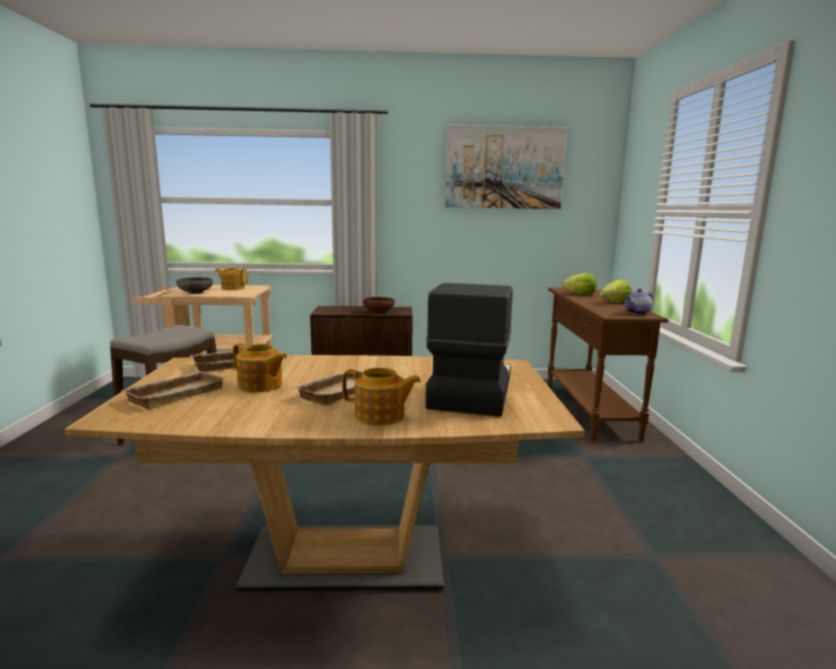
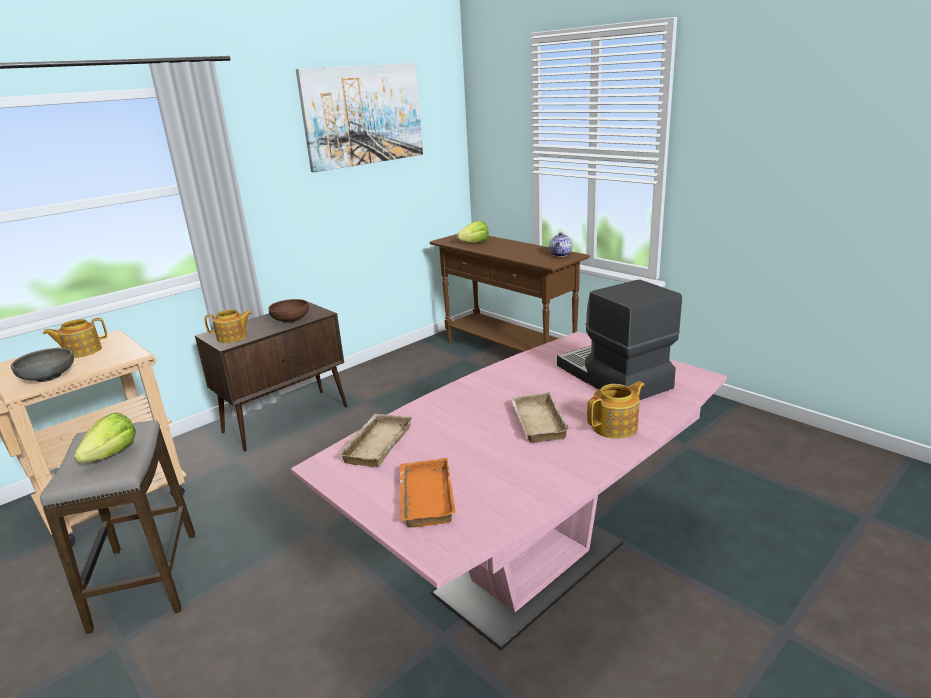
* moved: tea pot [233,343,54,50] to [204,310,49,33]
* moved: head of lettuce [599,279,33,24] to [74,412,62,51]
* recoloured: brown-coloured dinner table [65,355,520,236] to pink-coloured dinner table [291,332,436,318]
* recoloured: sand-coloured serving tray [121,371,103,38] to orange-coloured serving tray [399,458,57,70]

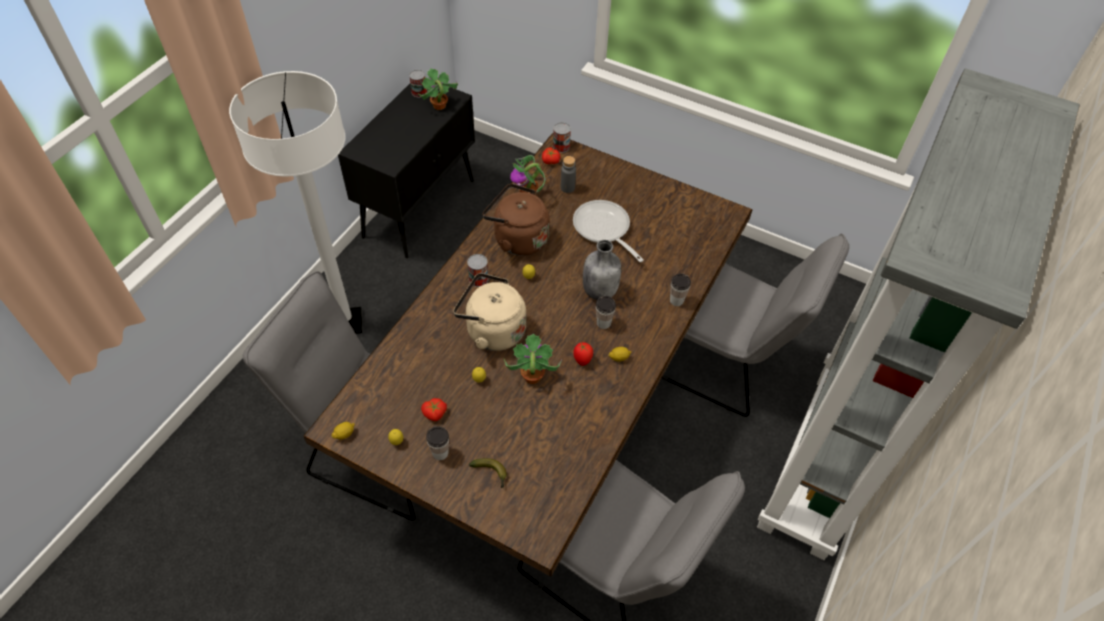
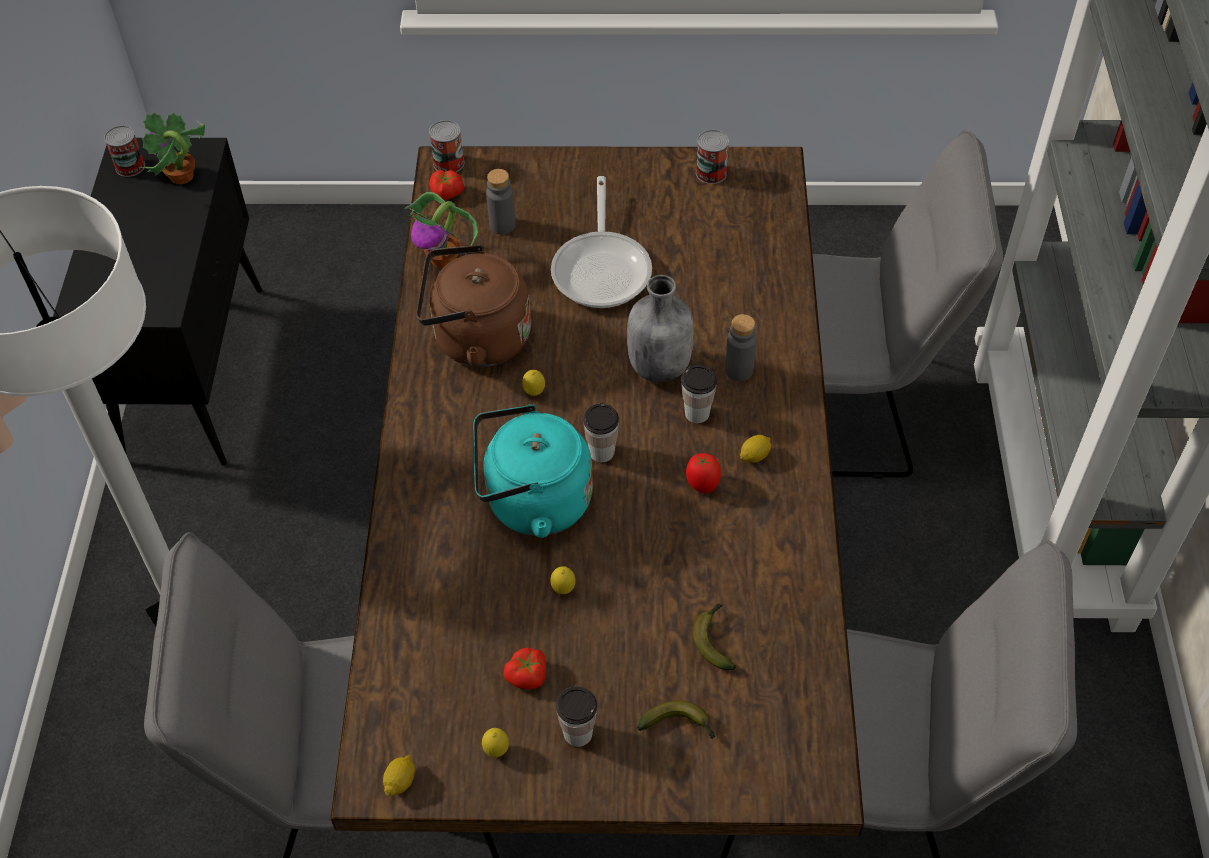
* removed: potted plant [504,334,58,50]
* added: whole banana [693,604,43,66]
* added: gray beverage bottle [725,314,32,67]
* moved: can [467,254,22,33] to [696,130,33,54]
* moved: drinking cup [670,273,21,33] to [584,403,35,59]
* recoloured: sand-coloured water kettle [453,273,73,78] to blue-green water kettle [473,404,120,134]
* turned: pan [573,200,71,62] = [551,176,101,132] 120 degrees counterclockwise

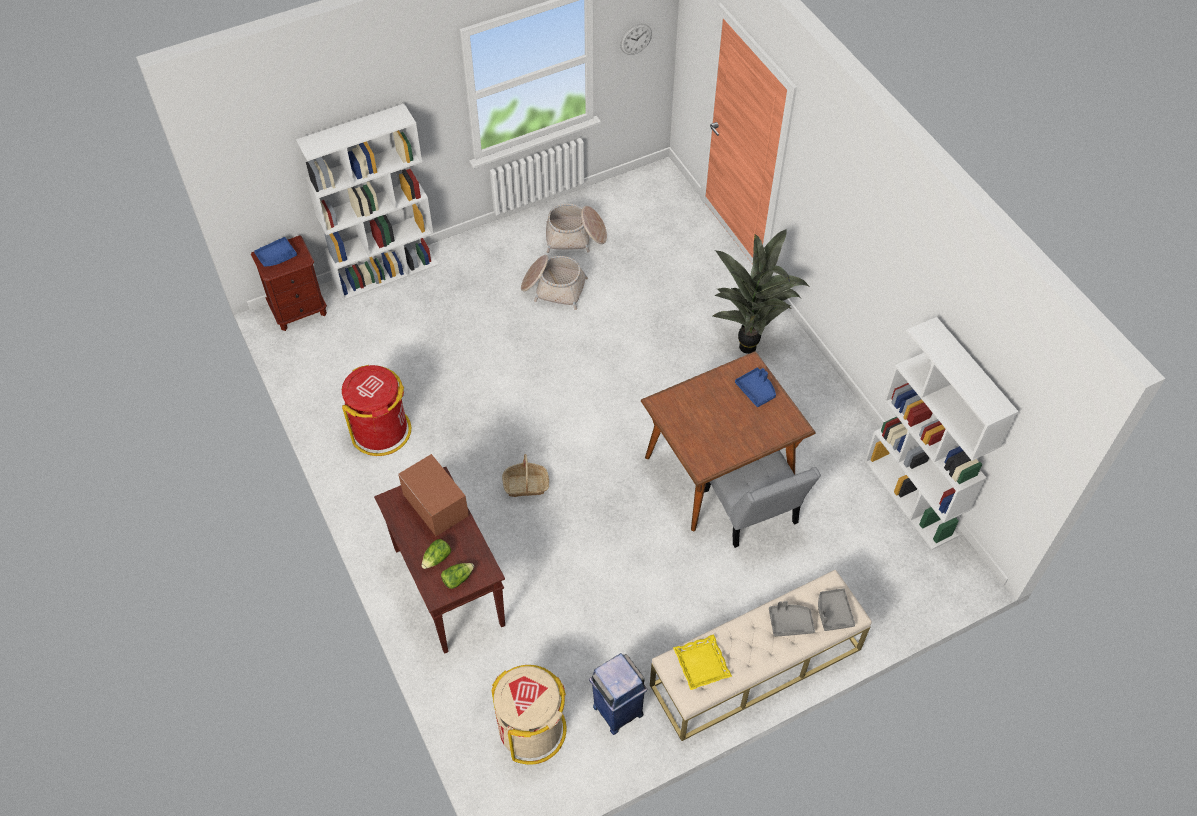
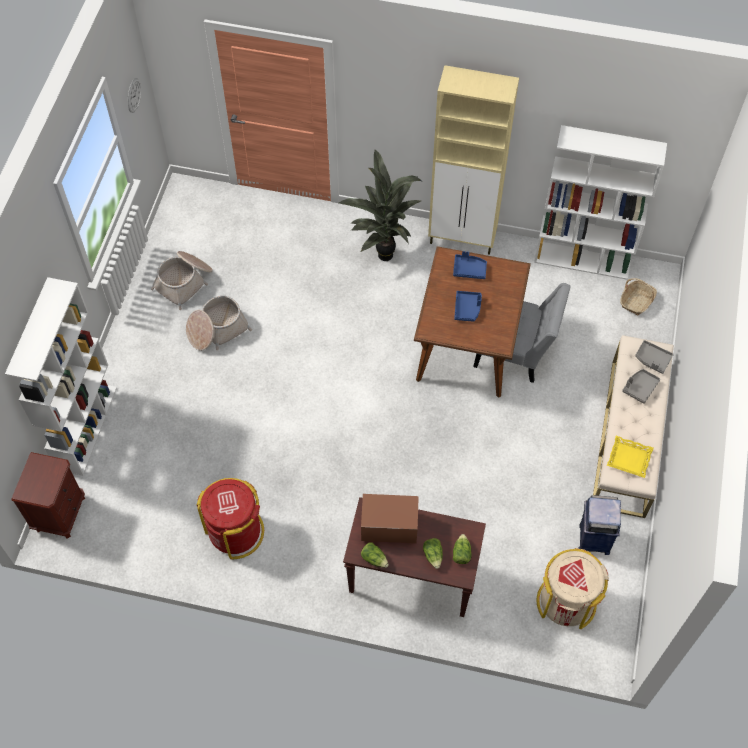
* added: head of lettuce [361,542,28,26]
* added: sand-coloured storage cabinet [428,65,91,190]
* moved: bluish serving tray [254,237,43,30] to [454,291,28,31]
* moved: household basket [502,454,47,43] to [620,278,37,37]

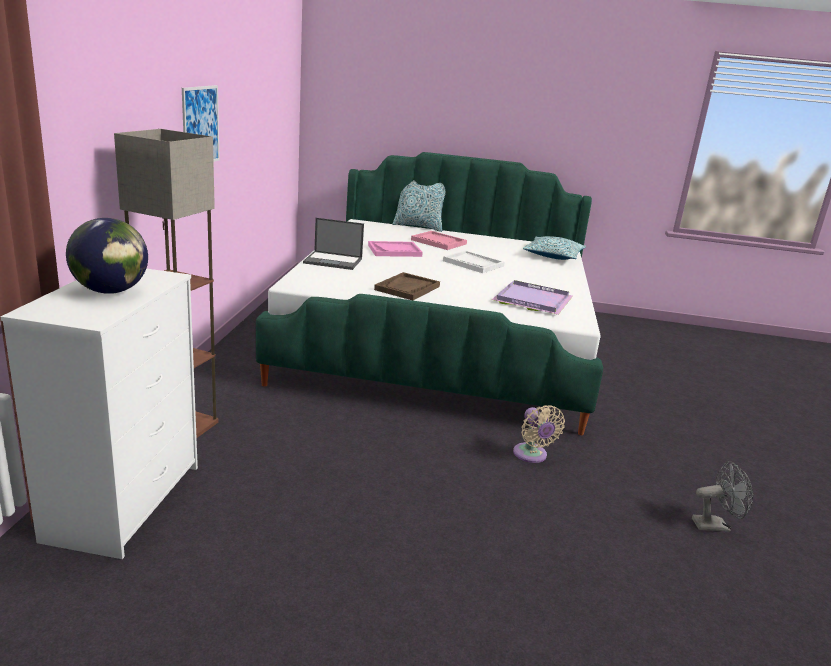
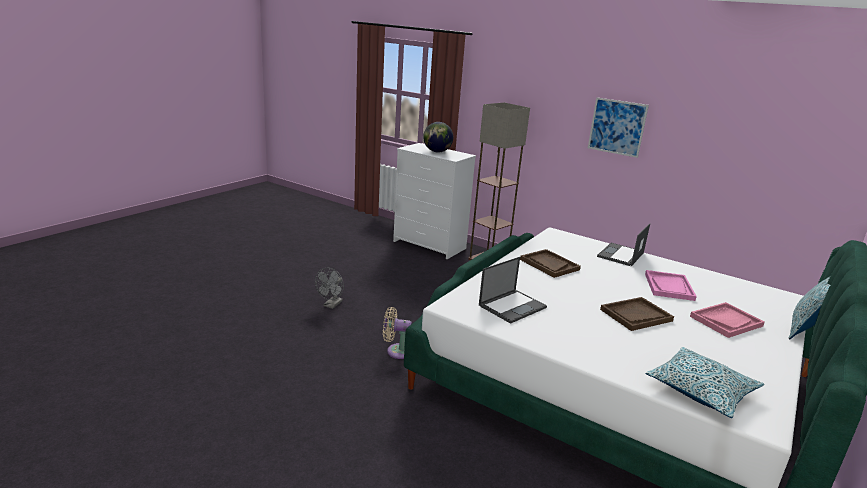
* moved: gray electric fan [692,461,61,71] to [315,268,29,41]
* replaced: purple-coloured serving tray [492,280,81,35] to portable computer [479,257,68,67]
* recoloured: white serving tray [443,250,62,23] to brown-coloured serving tray [600,297,74,34]

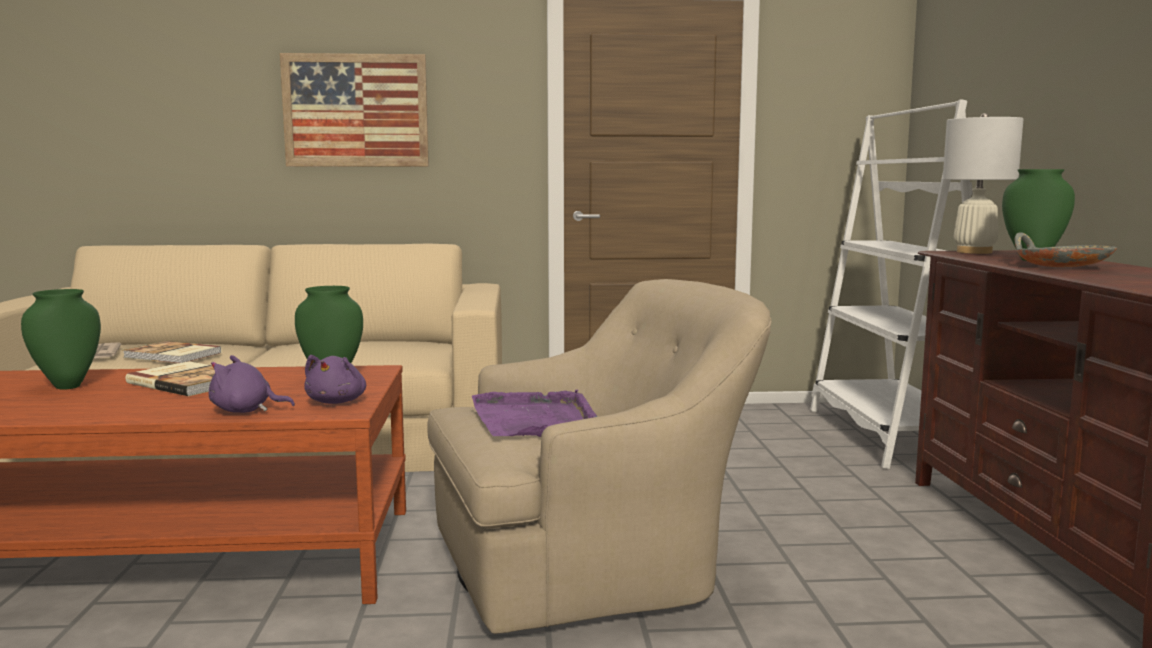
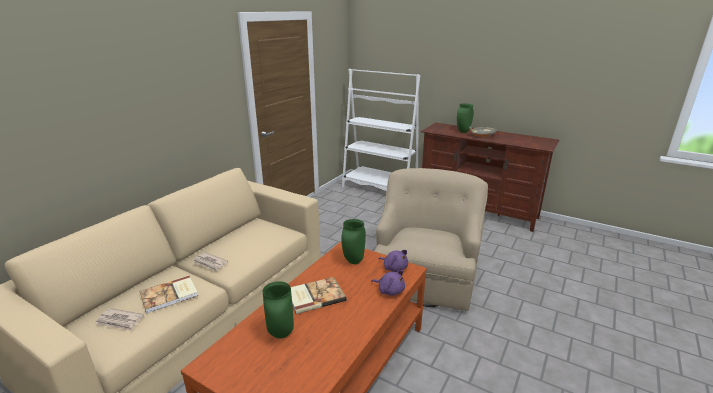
* removed: wall art [280,53,149,114]
* removed: purple-coloured serving tray [472,390,125,47]
* removed: white table lamp [943,113,80,141]
* added: daily paper [193,252,35,20]
* turned: purple-coloured plush toy [209,355,86,58] = [371,270,34,25] 90 degrees counterclockwise

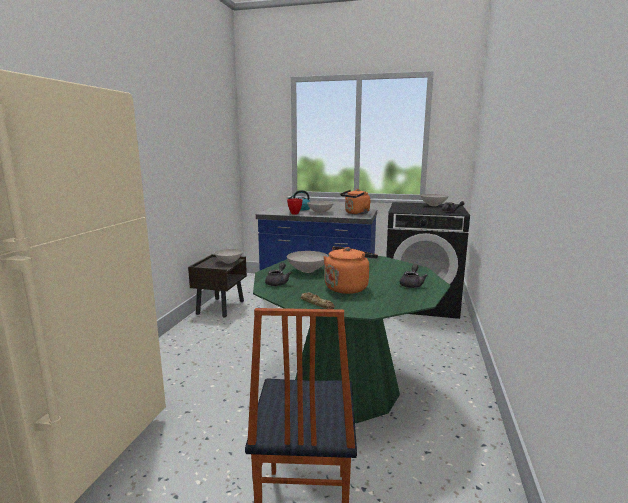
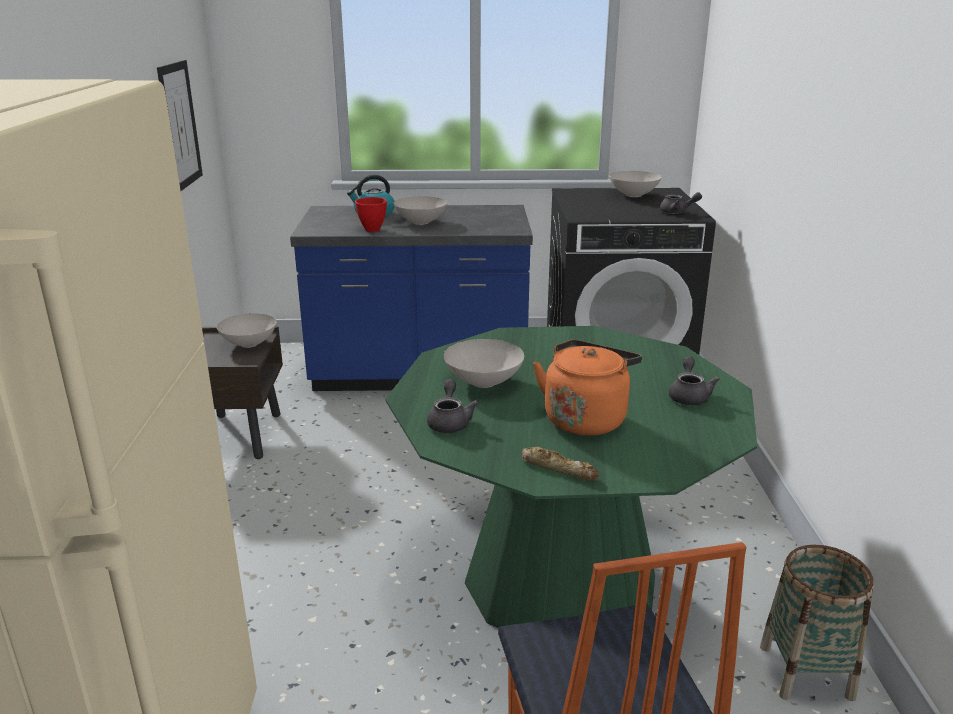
* removed: orange-coloured water kettle [340,189,31,26]
* added: wall art [157,60,46,131]
* added: household basket [760,545,114,156]

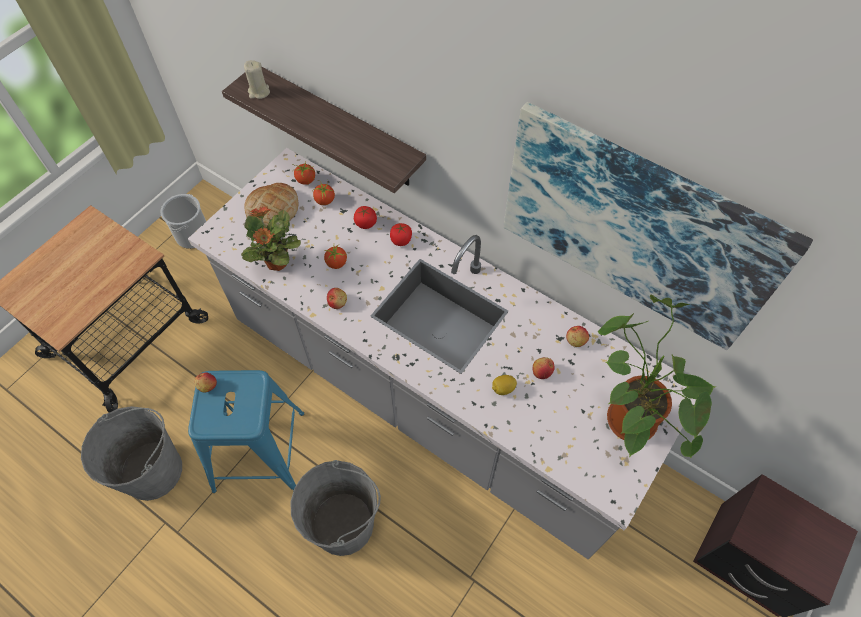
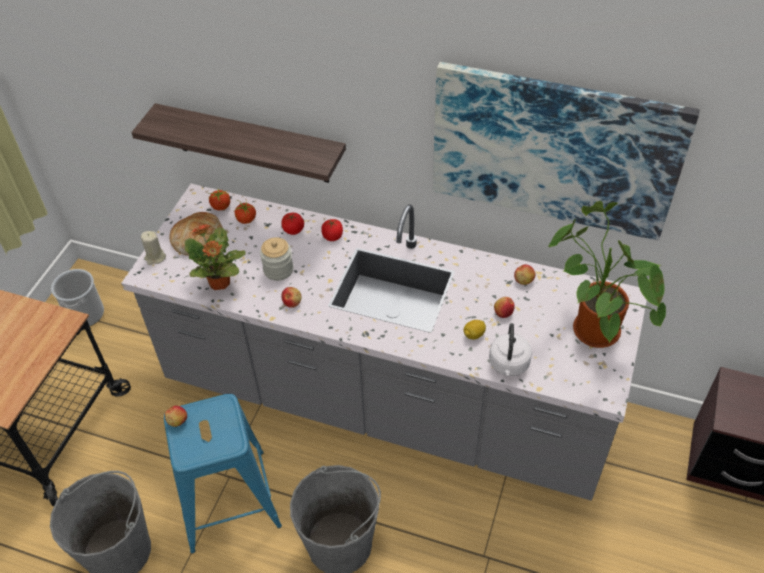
* added: white water kettle [489,323,43,53]
* moved: sand-coloured wax candle [244,60,26,39] to [141,231,25,34]
* replaced: tomato [324,245,23,24] to jar [260,237,34,44]

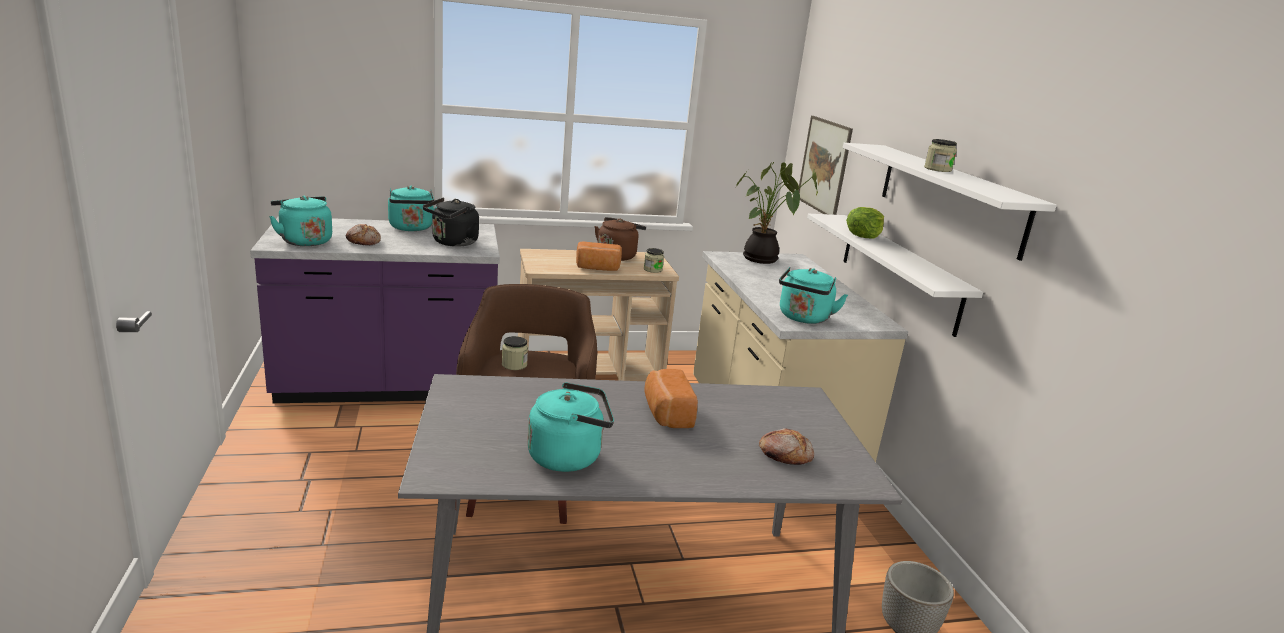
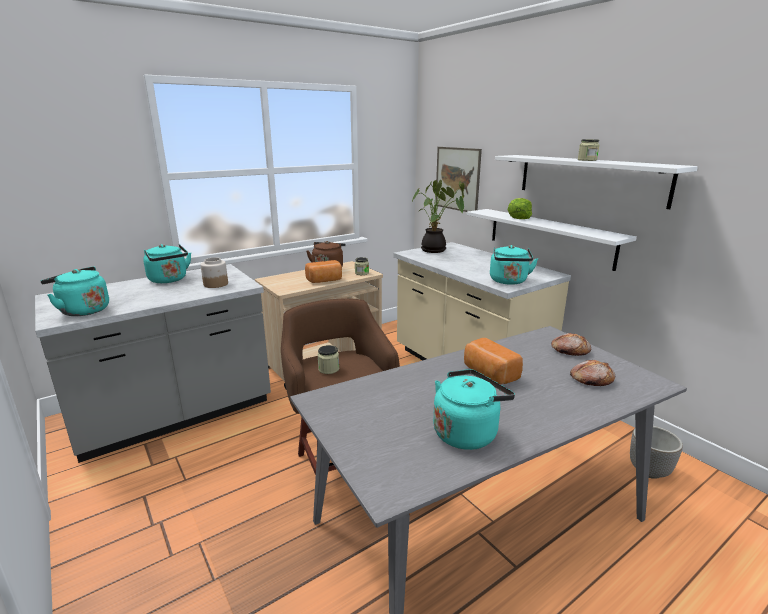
* moved: baked bread [346,224,35,21] to [551,333,40,23]
* replaced: blackish water kettle [423,198,56,49] to jar [200,257,28,31]
* recoloured: purple-coloured kitchen base unit [250,216,250,187] to gray kitchen base unit [35,264,236,199]

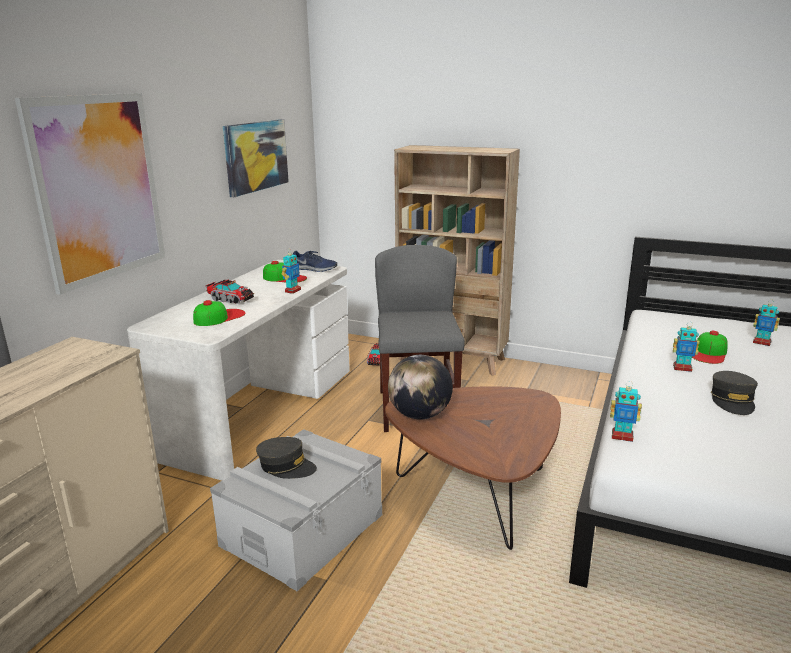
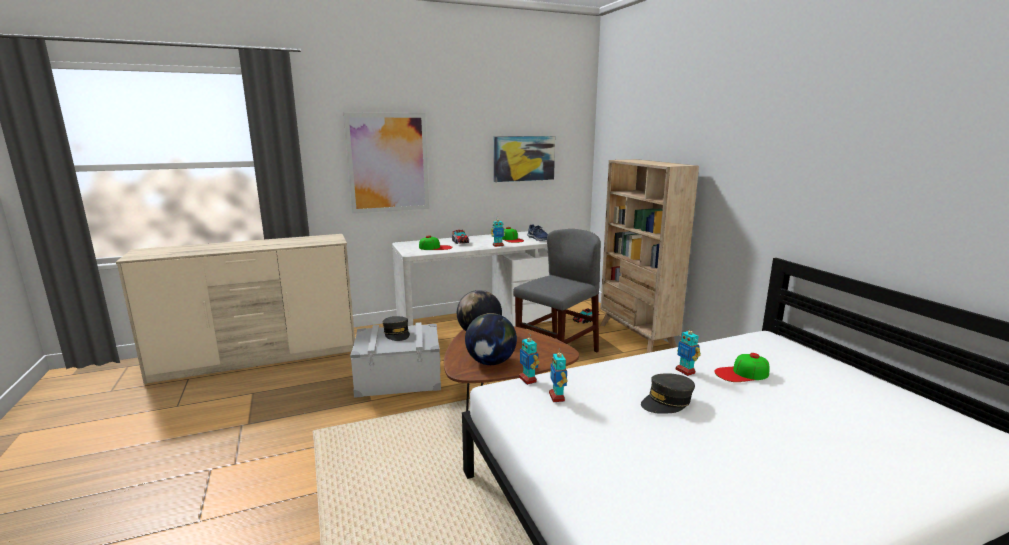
* added: desk globe [465,313,52,52]
* moved: robot figure [753,299,27,47] to [549,348,18,54]

